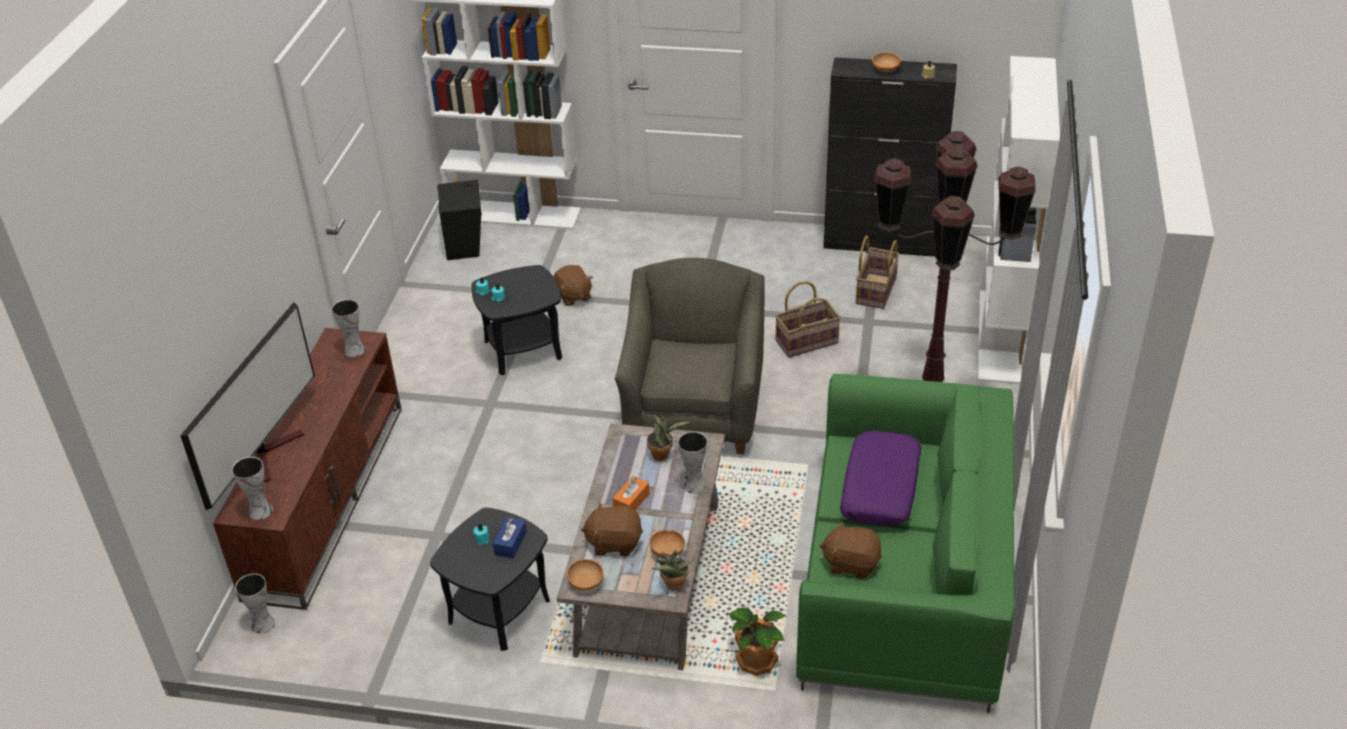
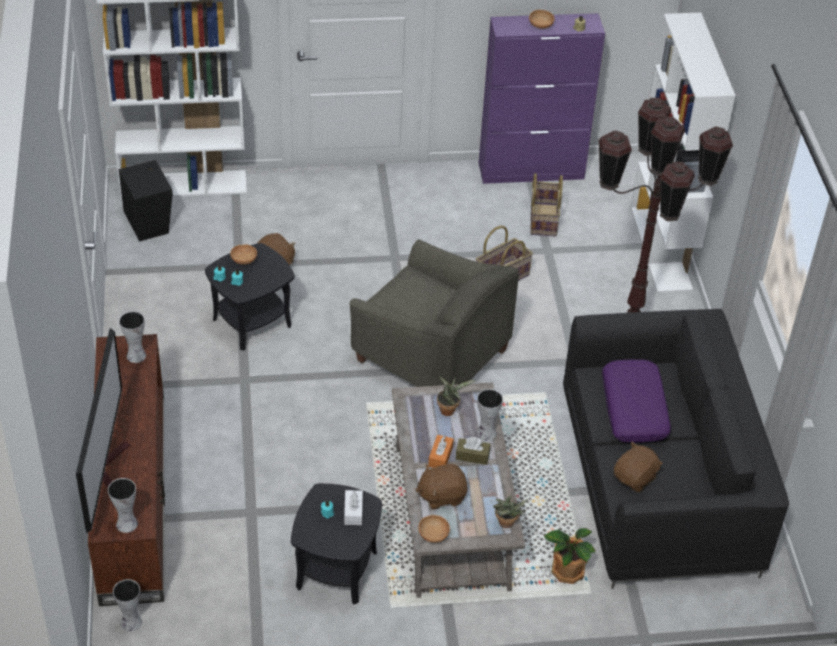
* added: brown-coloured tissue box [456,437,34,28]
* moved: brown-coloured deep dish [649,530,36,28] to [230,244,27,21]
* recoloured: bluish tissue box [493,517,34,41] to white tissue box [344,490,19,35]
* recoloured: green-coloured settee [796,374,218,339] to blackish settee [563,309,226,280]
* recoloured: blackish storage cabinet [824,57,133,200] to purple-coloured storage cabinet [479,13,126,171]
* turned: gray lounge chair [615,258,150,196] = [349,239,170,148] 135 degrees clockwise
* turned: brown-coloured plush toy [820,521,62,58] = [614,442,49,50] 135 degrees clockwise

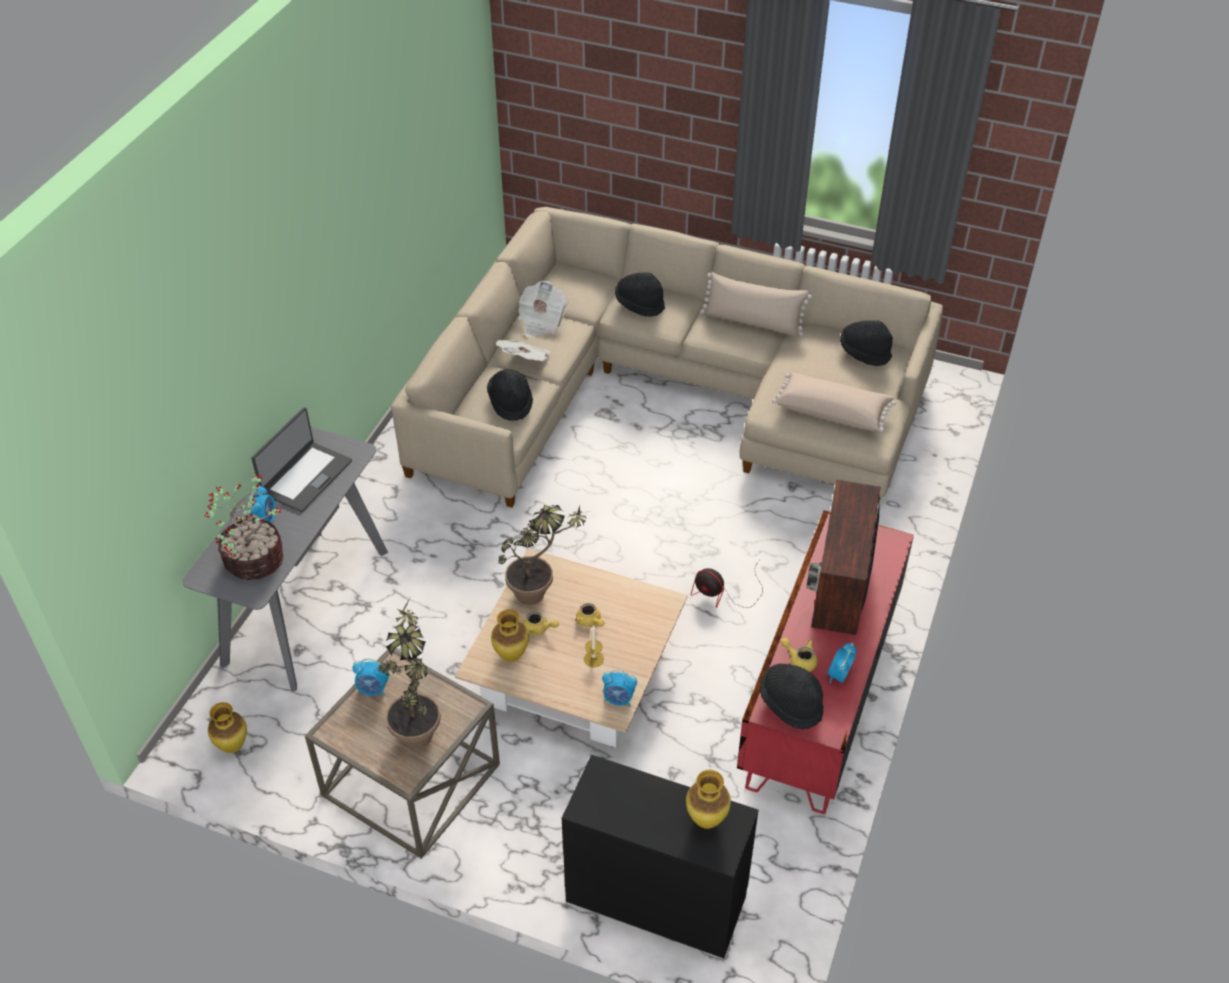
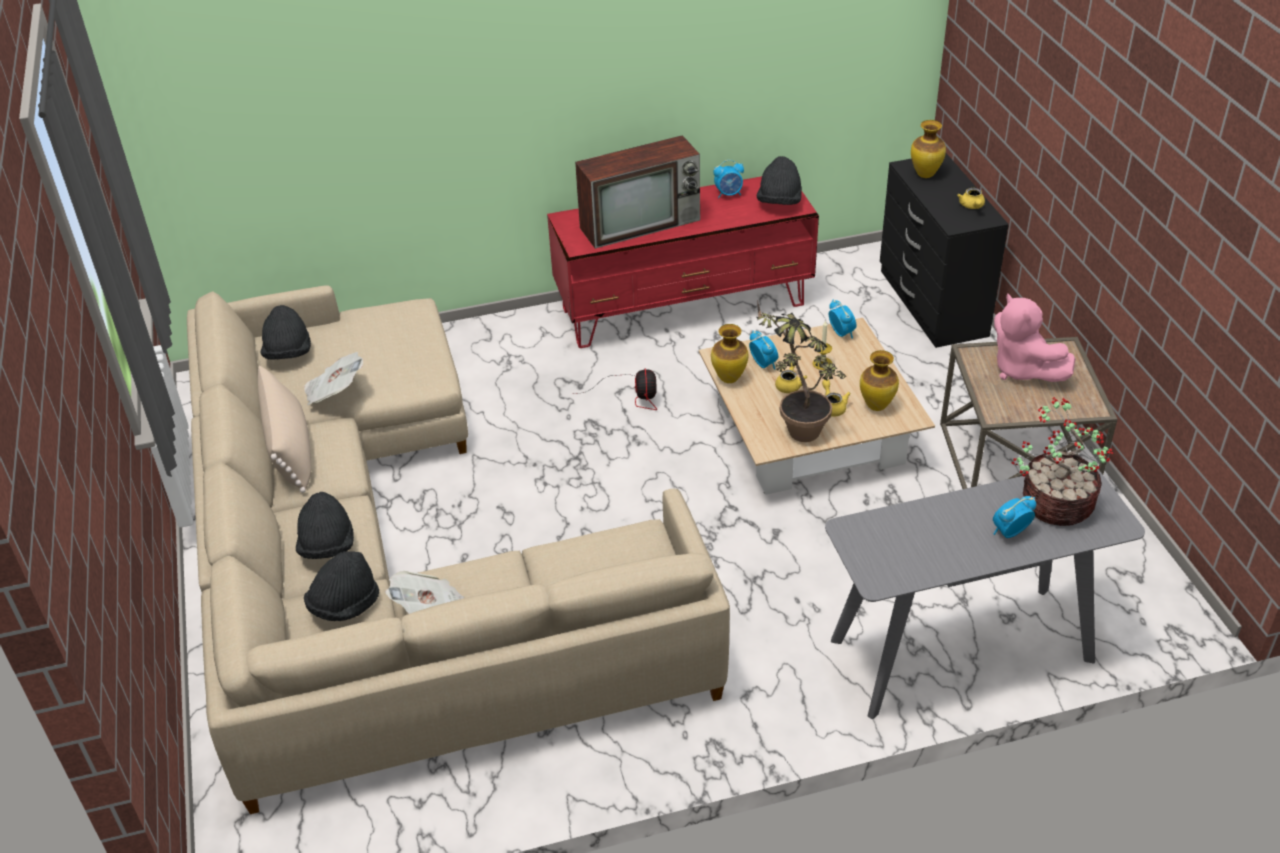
* removed: portable computer [251,407,101,105]
* removed: sand-coloured throw pillow [772,372,124,60]
* moved: decorative vase [208,702,39,51] to [711,324,37,59]
* moved: table clock [353,659,36,37] to [749,331,29,39]
* moved: blackish wearable hat [487,369,46,52] to [304,551,75,70]
* moved: daily paper [496,340,55,21] to [304,352,59,53]
* moved: yellow-coloured tea pot [781,638,37,34] to [957,188,28,21]
* replaced: potted plant [378,596,63,153] to pink-coloured plush toy [994,293,81,89]

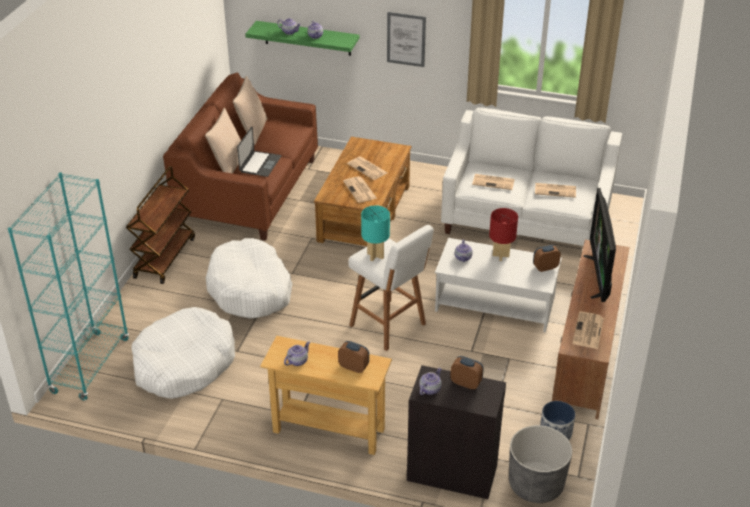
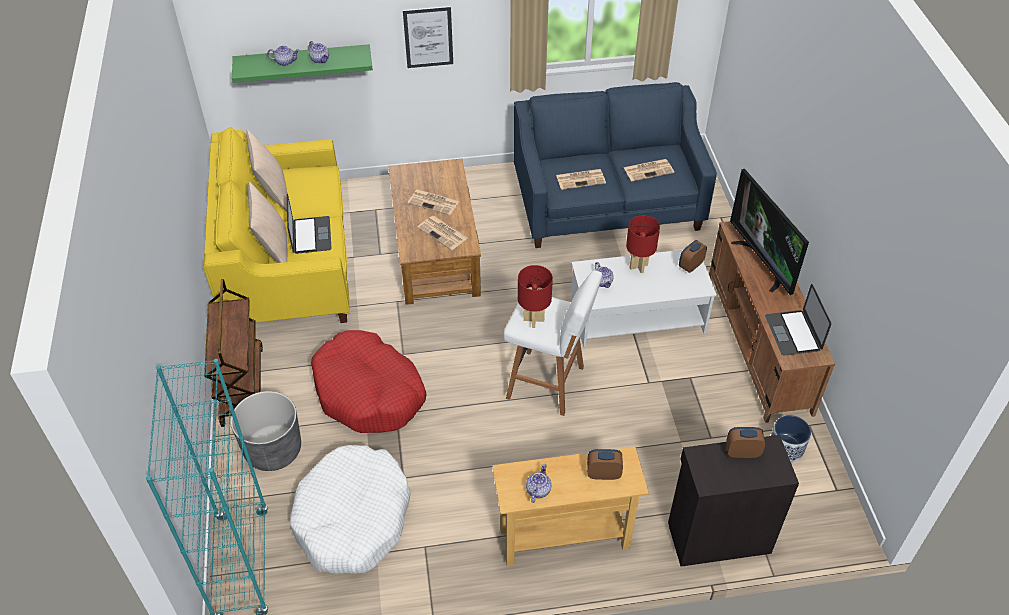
* removed: tea pot [419,368,23,27]
* moved: gray plant pot [509,425,63,78] to [231,391,70,80]
* replaced: daily paper [572,311,32,38] to portable computer [765,284,66,72]
* recoloured: brown-coloured settee [163,72,155,169] to yellow-coloured settee [203,127,147,196]
* recoloured: white dog cushion [206,238,87,81] to red-coloured dog cushion [311,330,115,103]
* recoloured: blue-green table lamp [361,205,29,56] to red-coloured table lamp [518,265,35,63]
* recoloured: white settee [441,107,181,139] to bluish settee [514,82,203,166]

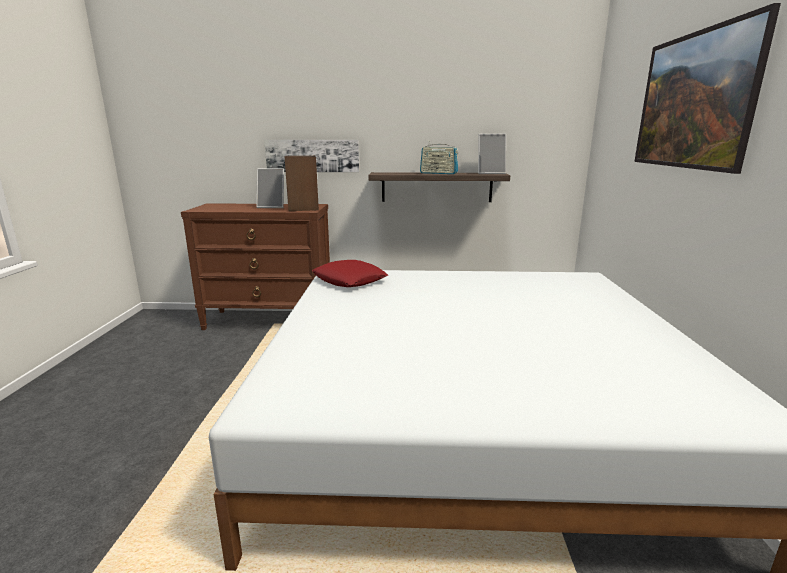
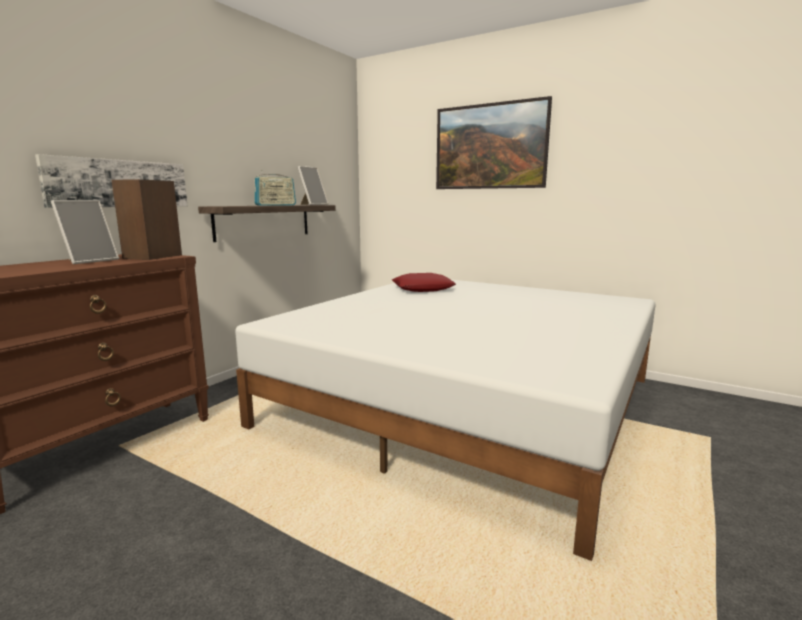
* moved: red-coloured throw pillow [312,260,76,27] to [392,273,64,19]

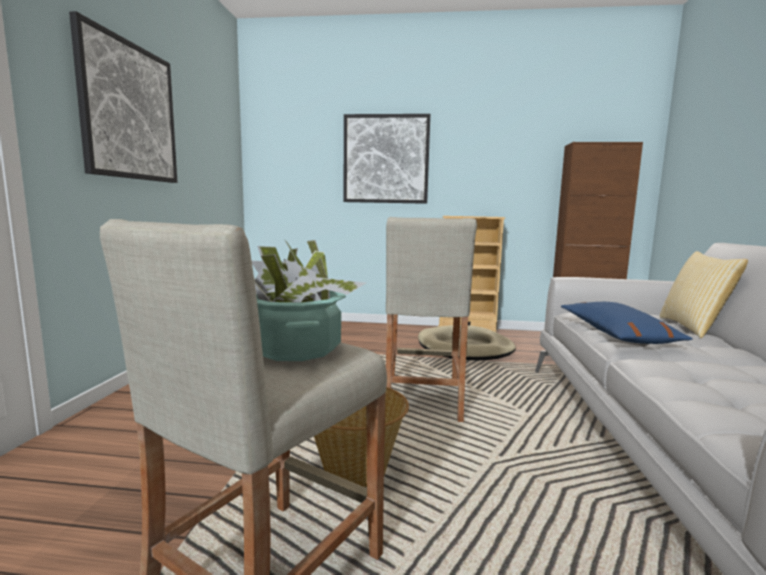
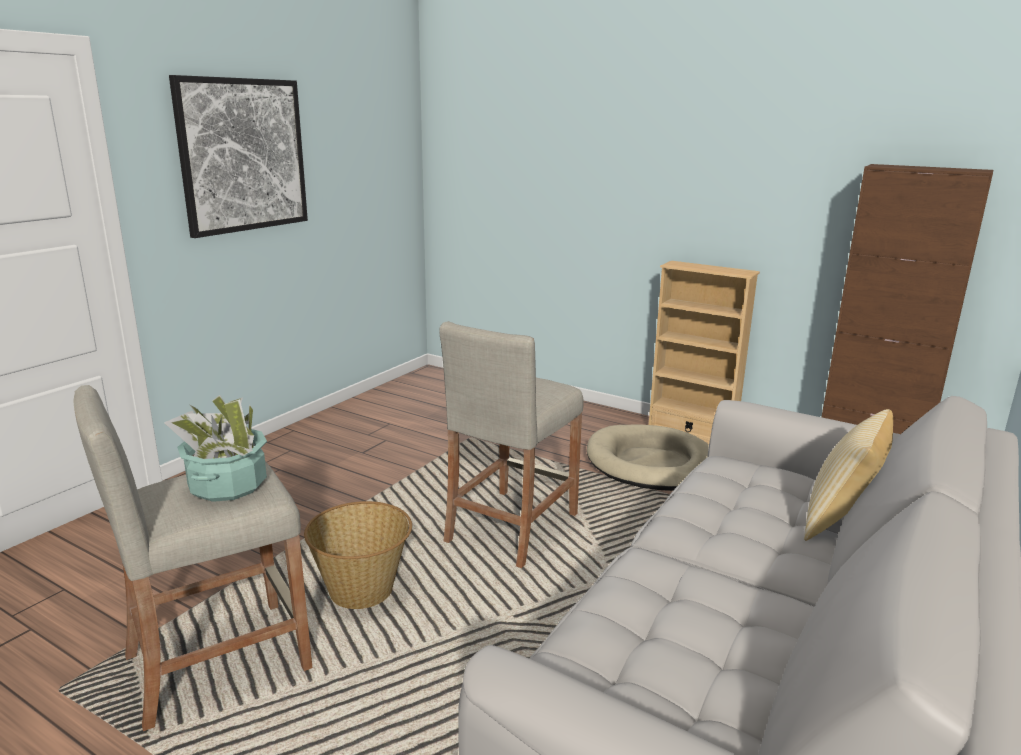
* removed: wall art [343,114,87,90]
* removed: bluish throw pillow [561,302,132,42]

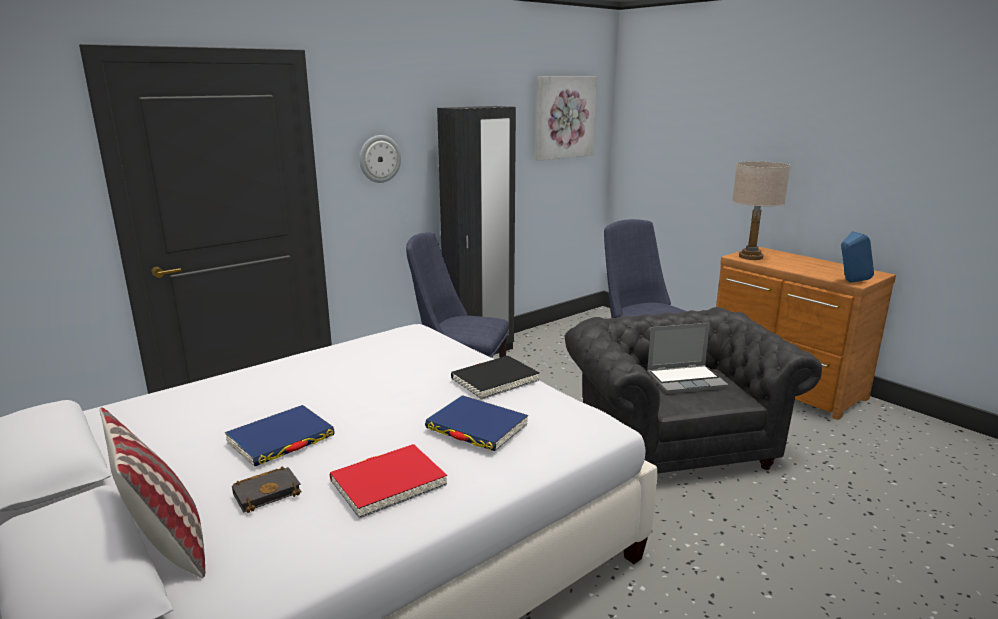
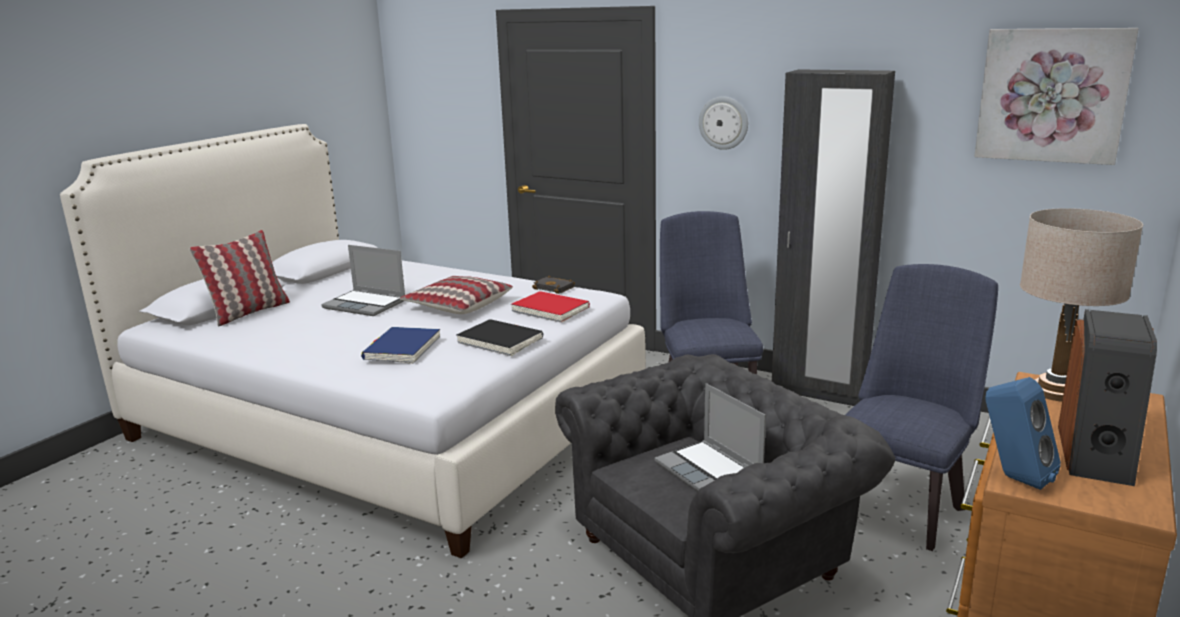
* added: throw pillow [400,276,113,38]
* added: loudspeaker [1058,309,99,177]
* moved: blackish bound book [232,467,69,46] to [532,276,43,18]
* moved: red-coloured bound book [330,444,117,75] to [511,291,79,32]
* replaced: bluish bound book [225,405,110,62] to portable computer [321,245,84,71]

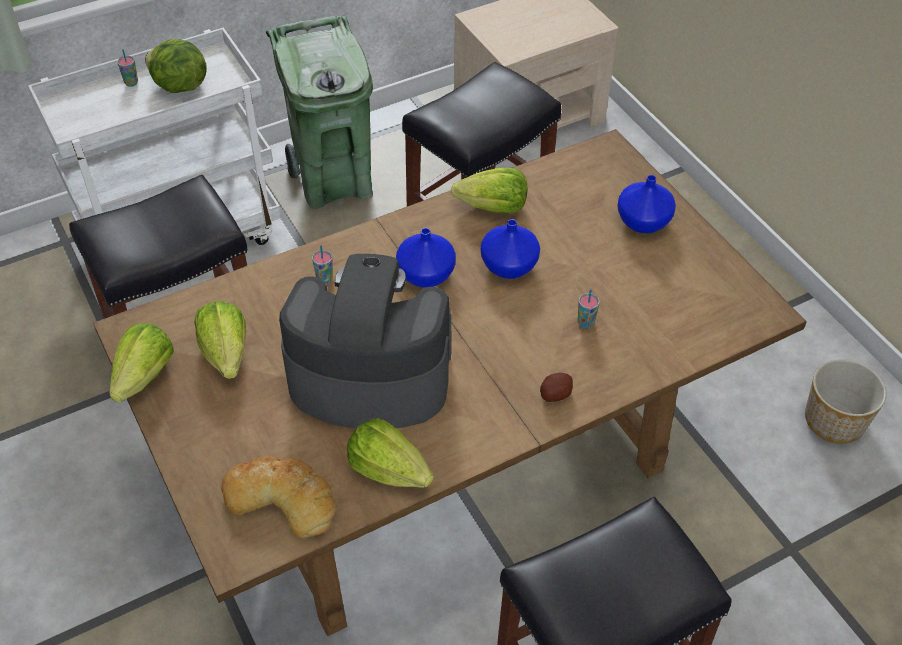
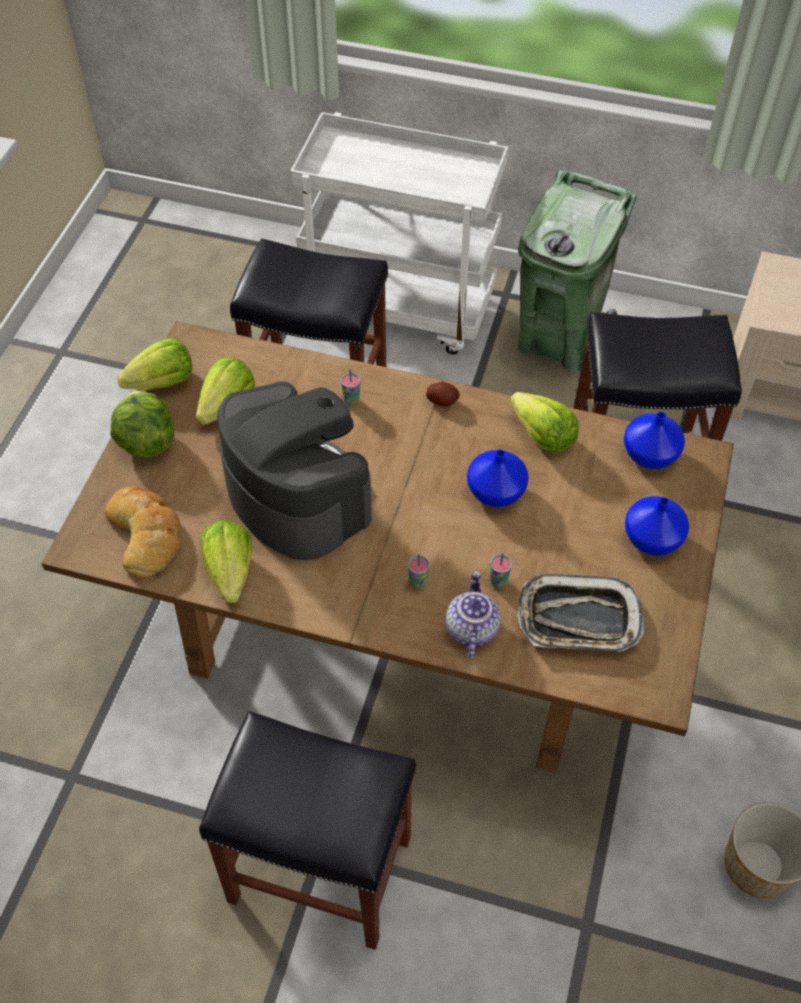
* added: tea pot [446,571,55,88]
* added: serving tray [518,574,126,78]
* moved: drinking cup [117,49,21,38] to [408,554,22,35]
* moved: head of lettuce [145,39,62,54] to [110,391,64,66]
* moved: bluish decorative vase [396,228,60,60] to [624,412,61,57]
* moved: potato [540,373,33,29] to [426,382,34,25]

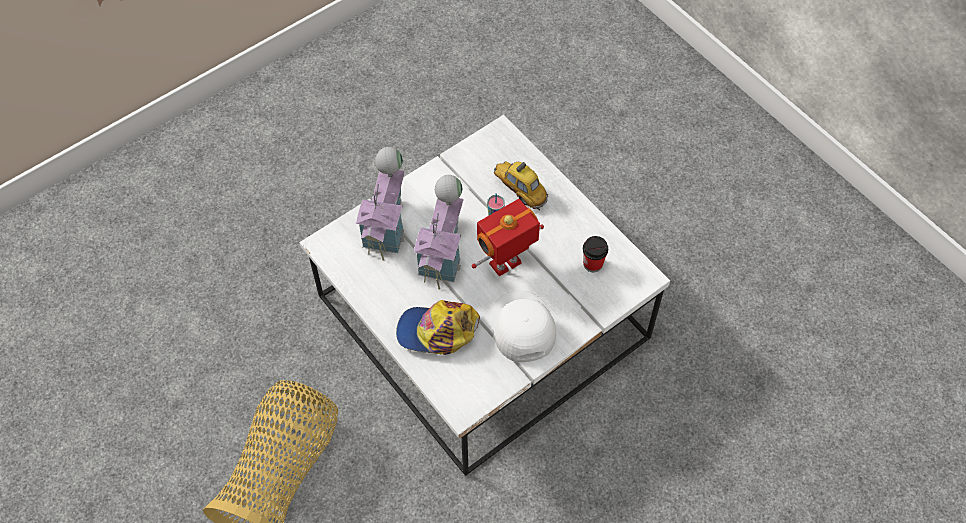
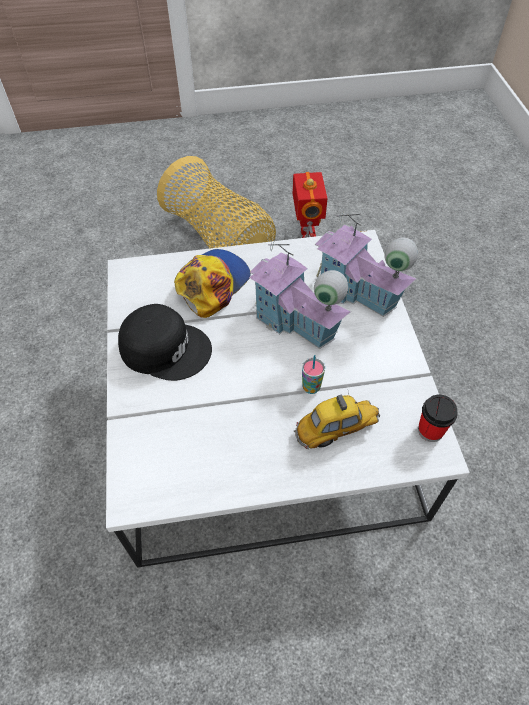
* moved: robot figure [472,199,72,77] to [293,172,35,66]
* moved: drinking cup [583,236,25,36] to [418,395,40,47]
* recoloured: white cap [490,290,66,72] to blackish cap [118,304,94,77]

